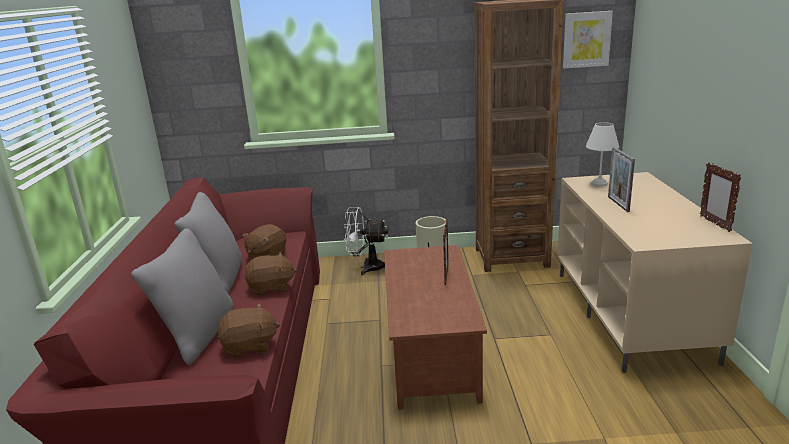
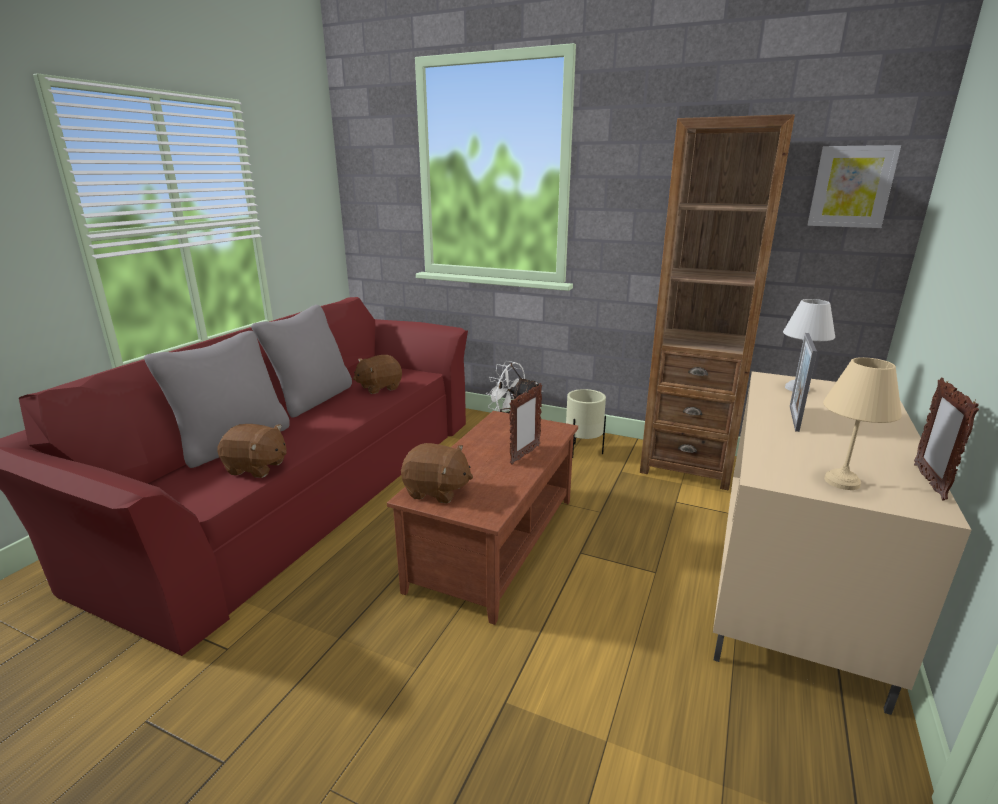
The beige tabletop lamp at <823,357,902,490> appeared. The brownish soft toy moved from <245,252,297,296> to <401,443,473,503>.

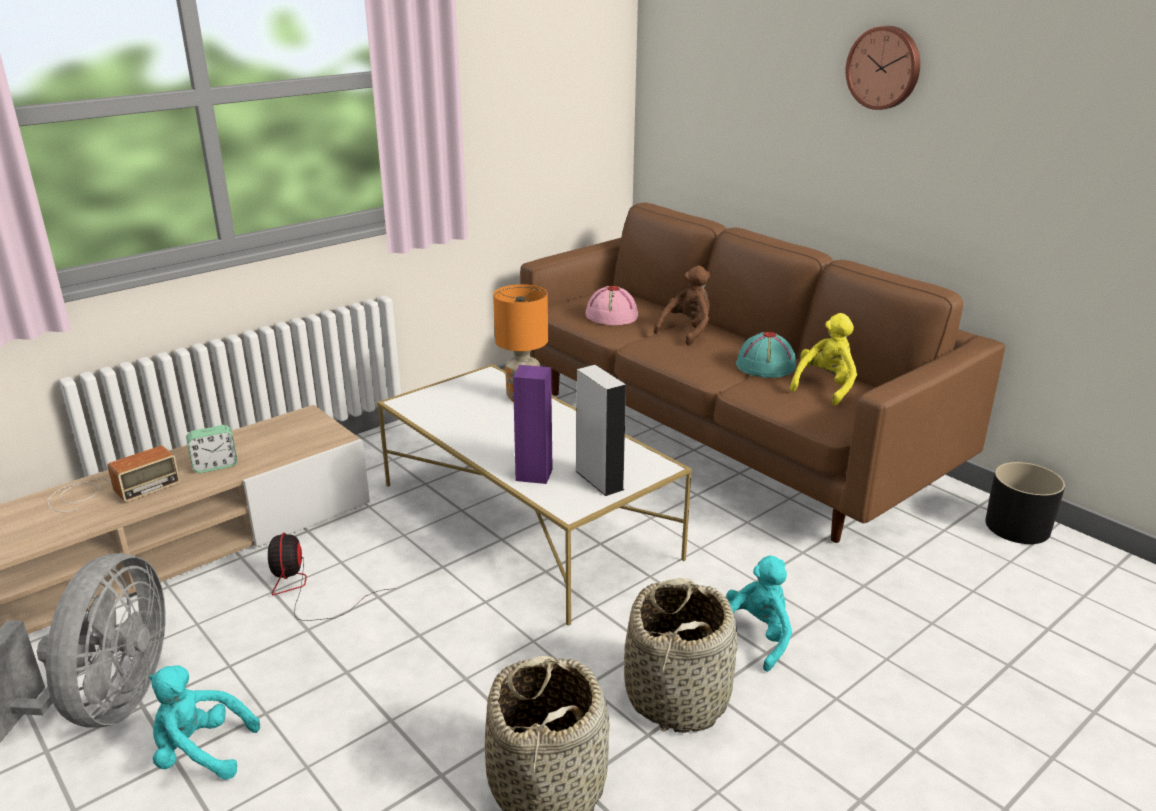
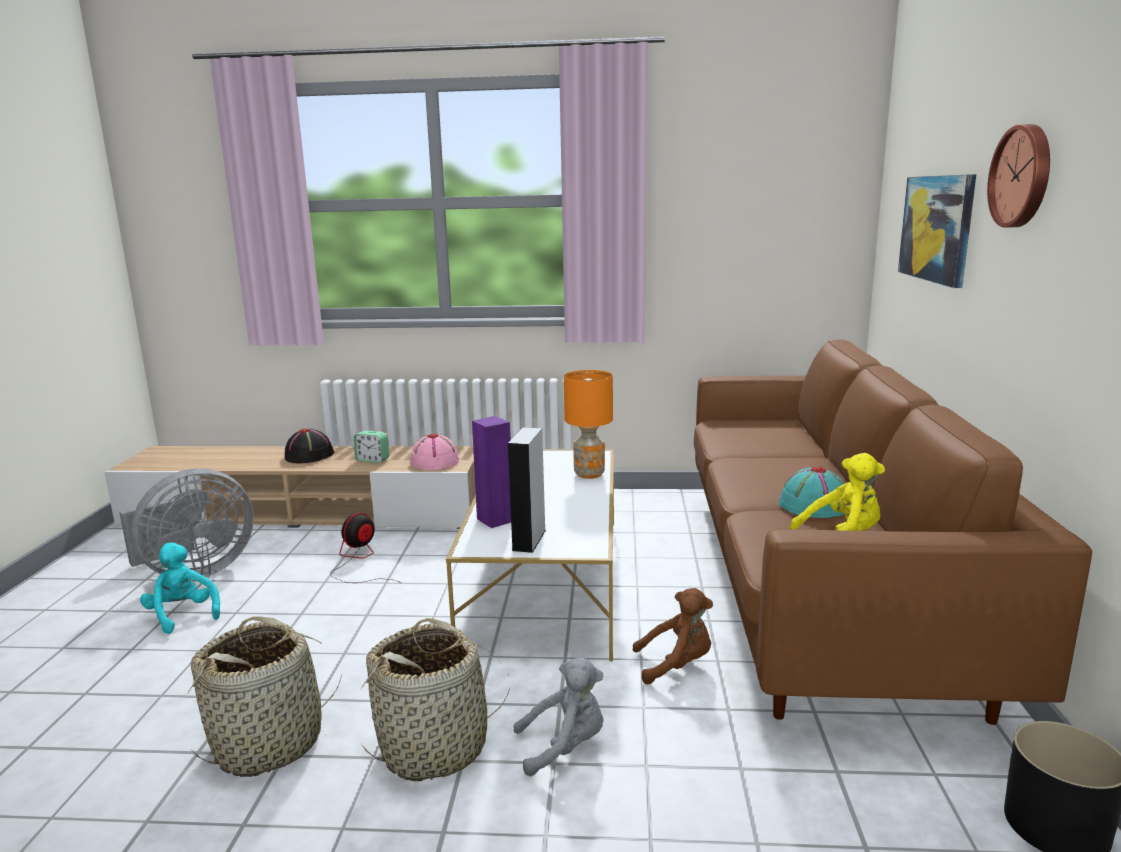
The wall picture at <898,174,976,288> appeared. The pink-coloured wearable hat moved from <585,286,638,325> to <410,434,460,470>. The brownish soft toy moved from <654,266,710,346> to <633,588,713,684>. The radio at <48,445,180,512> was replaced by the blackish wearable hat at <285,429,334,464>. The blue-green soft toy at <726,556,792,672> became the greyish soft toy at <514,658,604,776>.

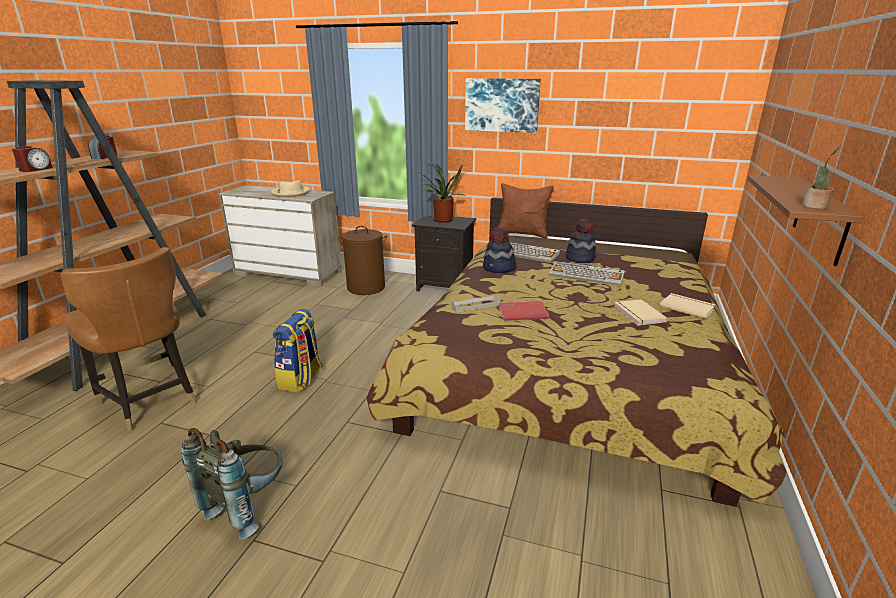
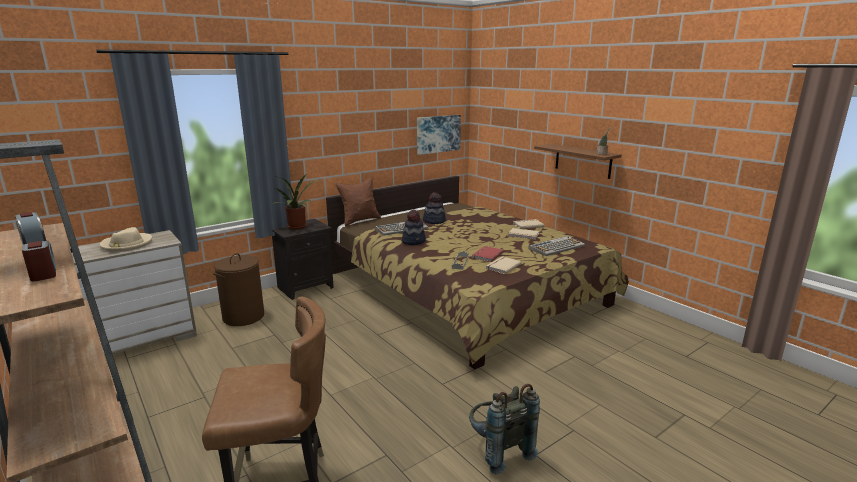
The backpack at <273,309,323,392> disappeared. The beige volume at <486,256,522,274> appeared. The wall picture moved from <465,78,541,133> to <417,115,461,155>. The keyboard moved from <549,261,625,286> to <529,236,585,256>.

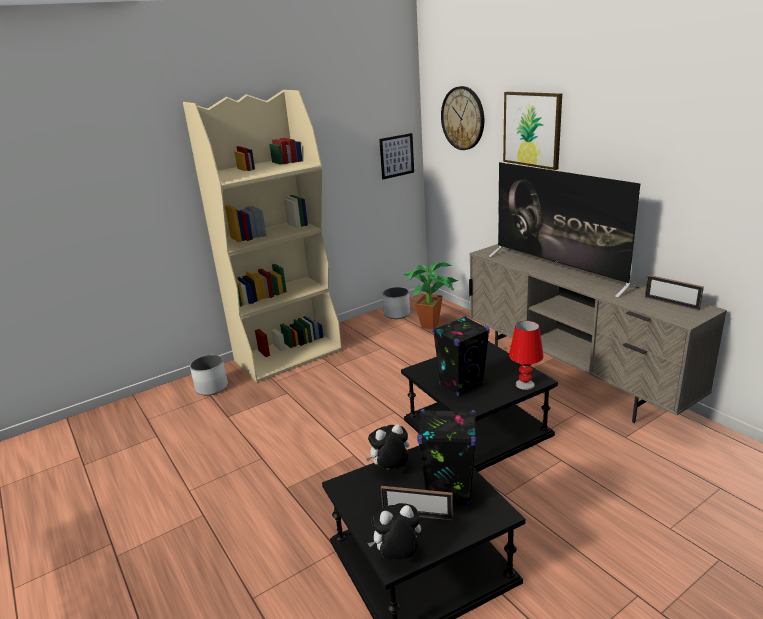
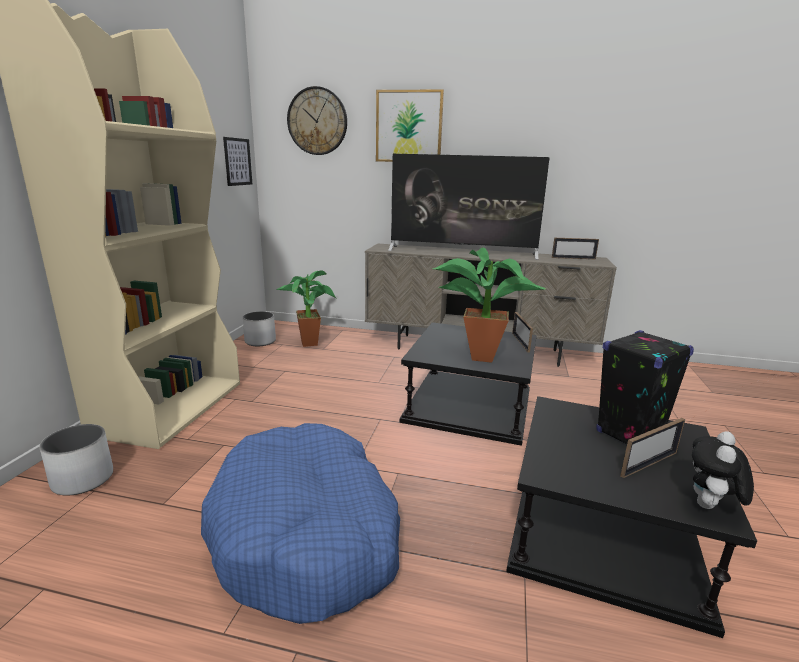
The soft toy at <366,424,409,469> disappeared. The blue-coloured dog bed at <201,423,400,624> appeared. The blackish audio speaker at <433,316,490,396> was replaced by the potted plant at <433,247,546,363>. The red-coloured tabletop lamp at <509,321,544,390> was replaced by the picture frame at <512,312,533,352>.

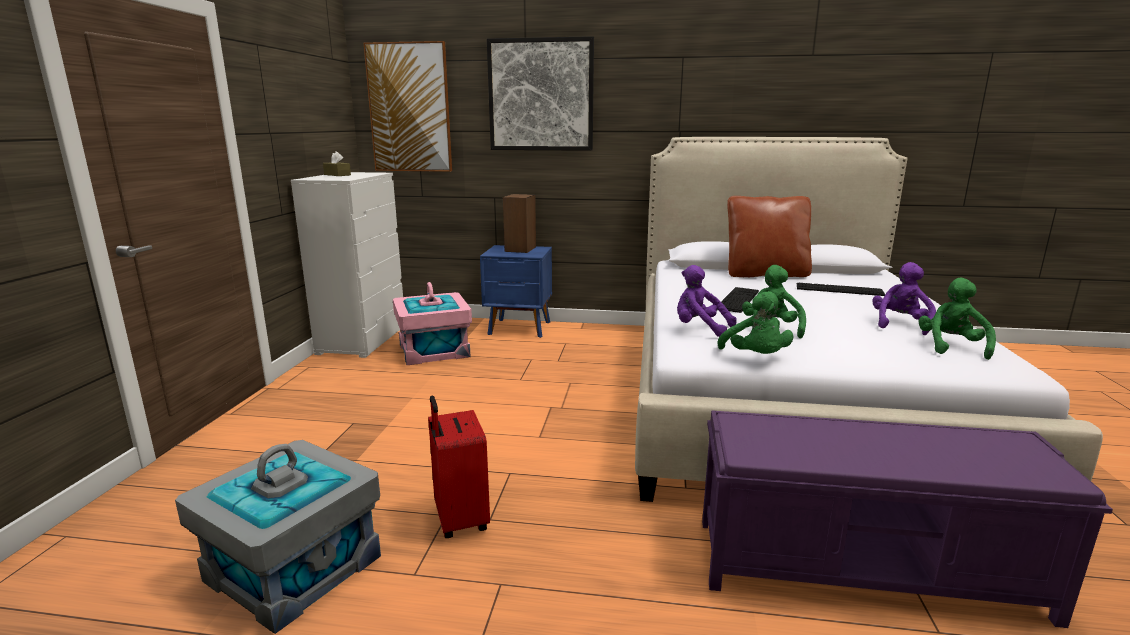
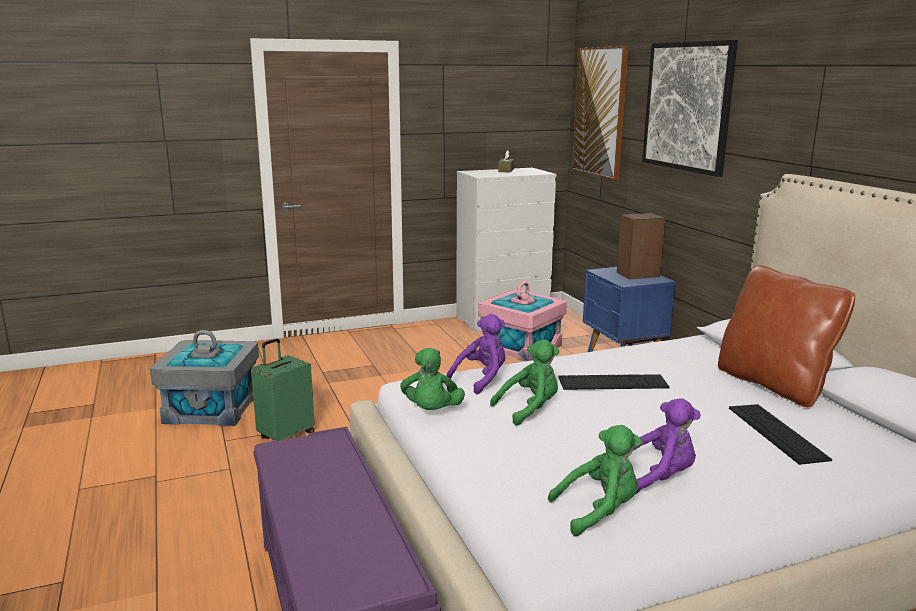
The red-coloured travel case at <428,396,490,538> became the greenish travel case at <251,338,314,441>. The purplish soft toy at <677,265,737,337> turned 45 degrees clockwise. The greenish soft toy at <717,291,794,354> turned 45 degrees counterclockwise.

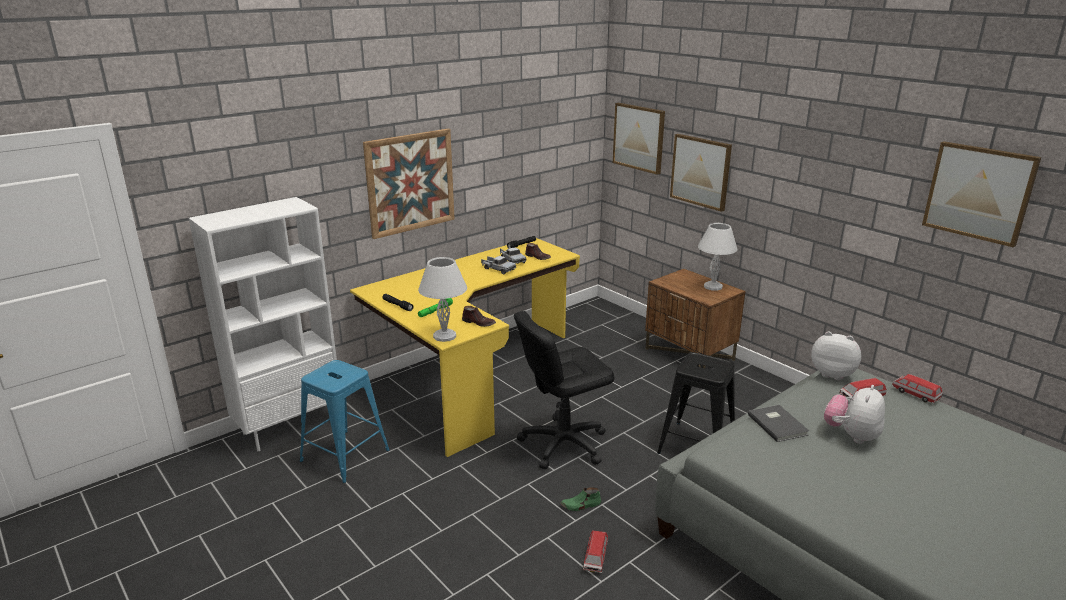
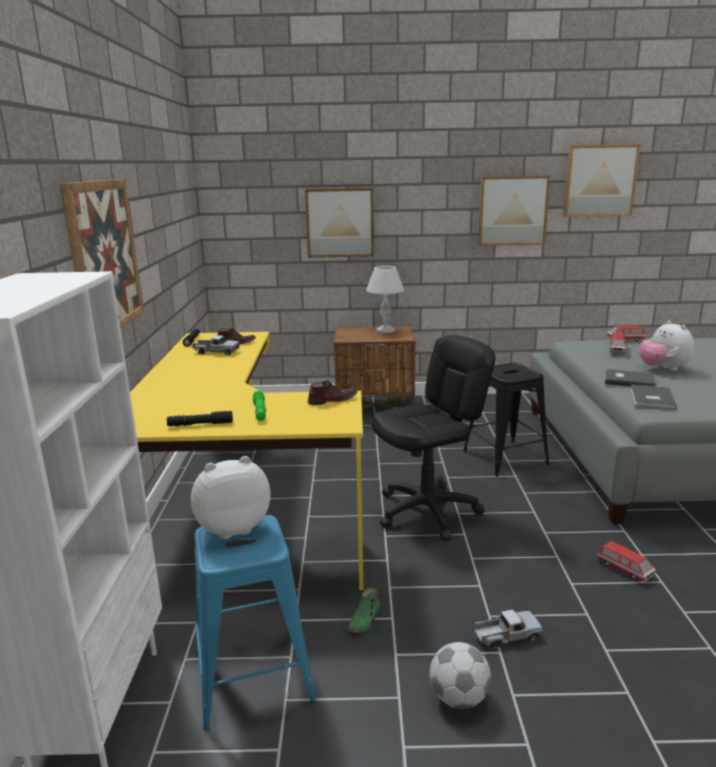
The whitish tabletop lamp at <418,257,467,342> disappeared. The football at <430,642,491,709> appeared. The greyish volume at <630,385,677,410> appeared. The toy lorry moved from <481,256,516,274> to <474,610,543,649>. The greenish low shoe moved from <560,487,601,511> to <347,586,380,633>. The wall picture moved from <613,103,665,175> to <478,175,550,246>. The soft toy moved from <811,331,861,380> to <191,456,270,539>. The blackish desk chair at <514,311,614,469> turned 135 degrees counterclockwise.

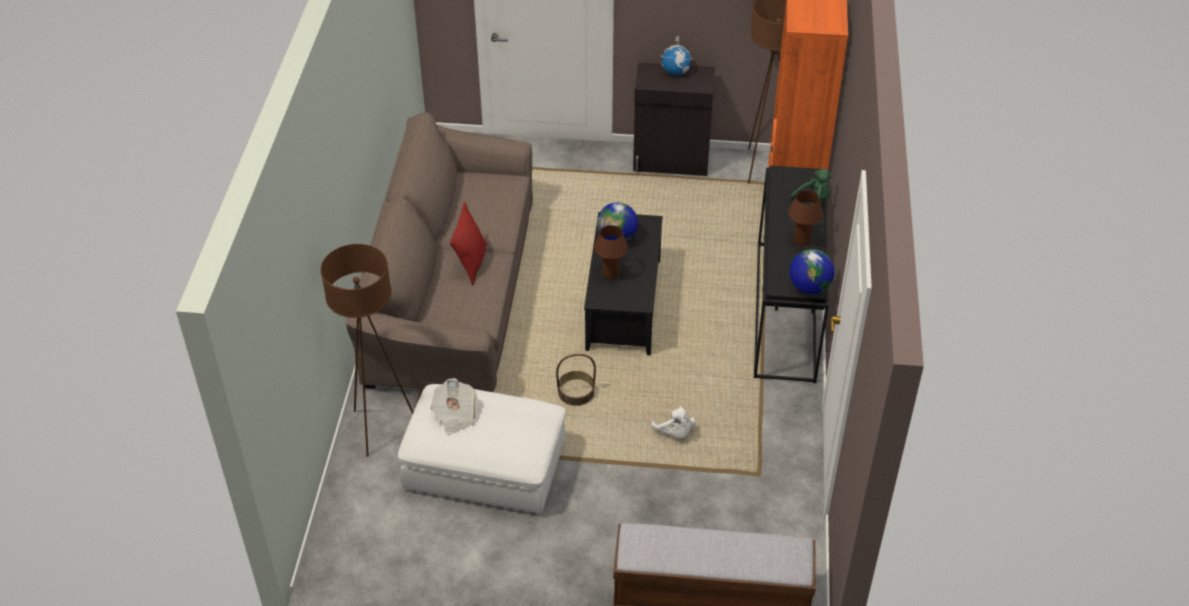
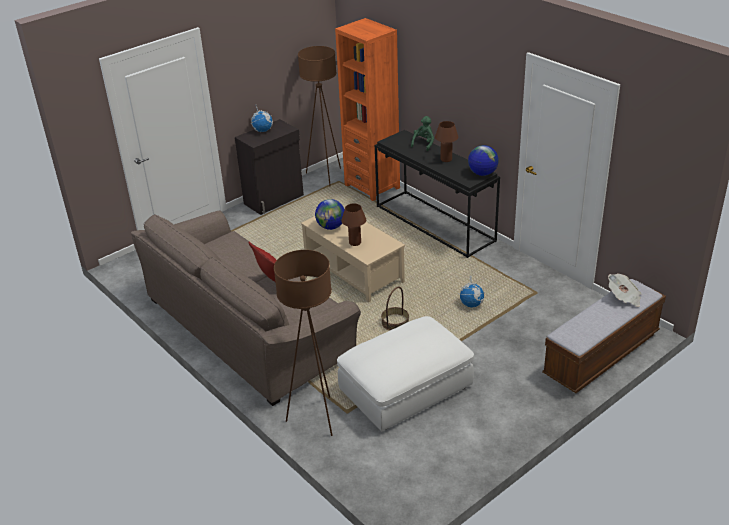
The newspaper moved from <431,378,477,435> to <608,274,641,307>. The whitish soft toy at <651,406,696,439> was replaced by the globe at <458,276,484,307>. The blackish low table at <584,212,663,355> became the beige low table at <301,216,405,302>.

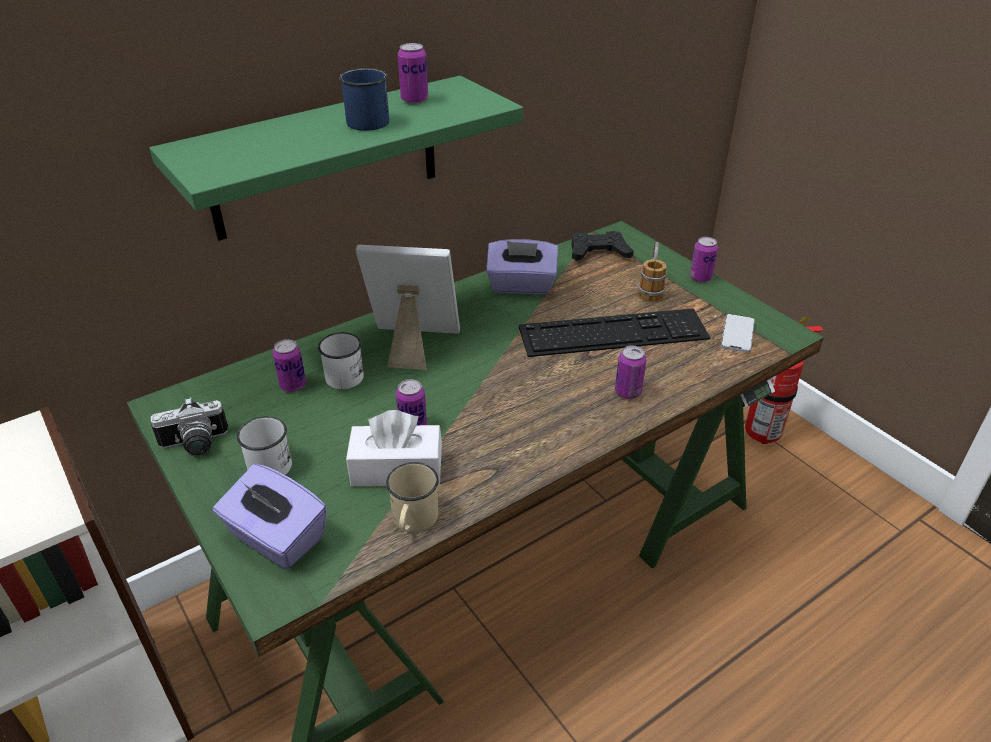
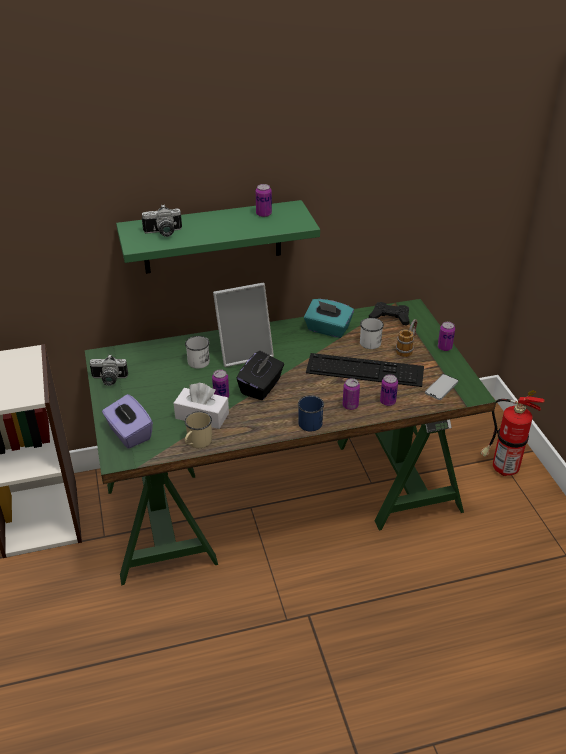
The still camera at <142,204,182,237> appeared. The blackish tissue box at <237,351,284,400> appeared. The whitish mug moved from <237,416,292,475> to <360,318,384,349>. The sealed can moved from <273,339,306,392> to <380,374,398,406>. The blue-coloured mug moved from <339,68,389,131> to <298,395,324,431>. The purplish tissue box at <486,239,558,295> became the blue-green tissue box at <304,299,354,338>. The picture frame at <355,245,460,370> turned 135 degrees clockwise.

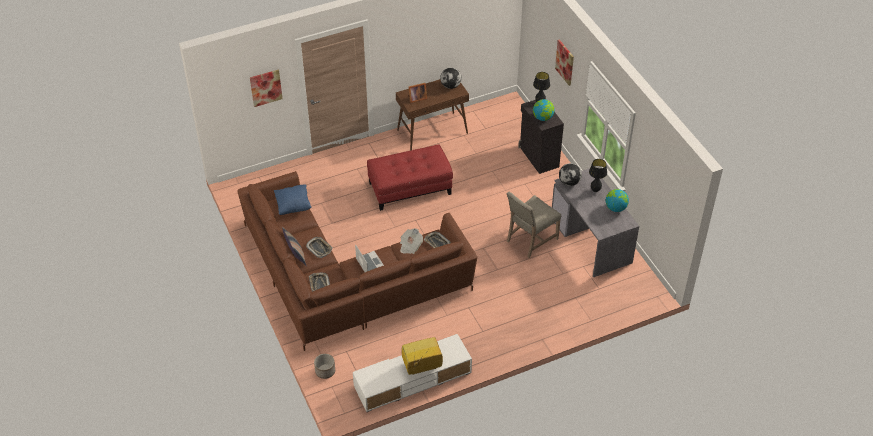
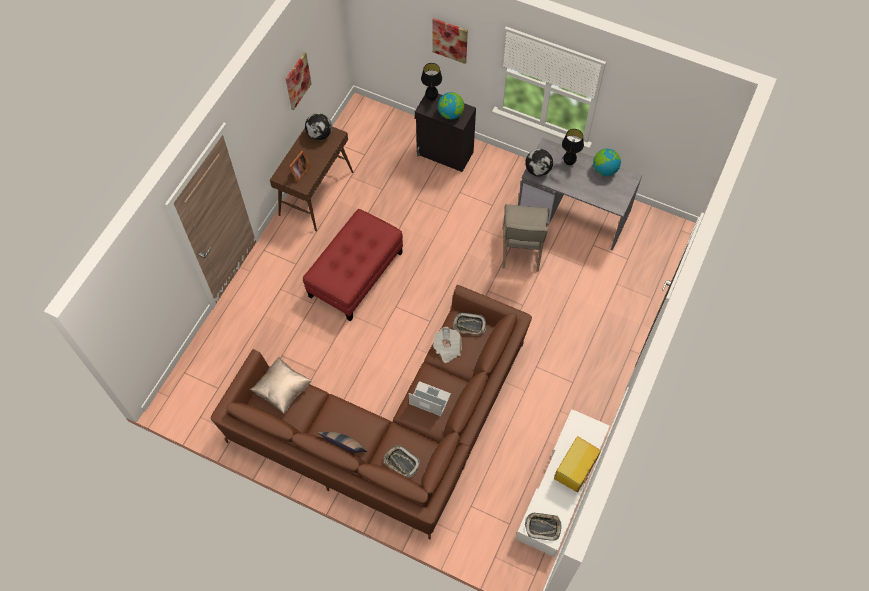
The plant pot at <314,354,335,379> disappeared. The wall picture moved from <250,70,283,107> to <286,52,311,110>. The tray moved from <306,237,333,258> to <525,513,562,541>. The blue-coloured cushion at <274,184,312,215> became the beige cushion at <250,357,312,414>.

